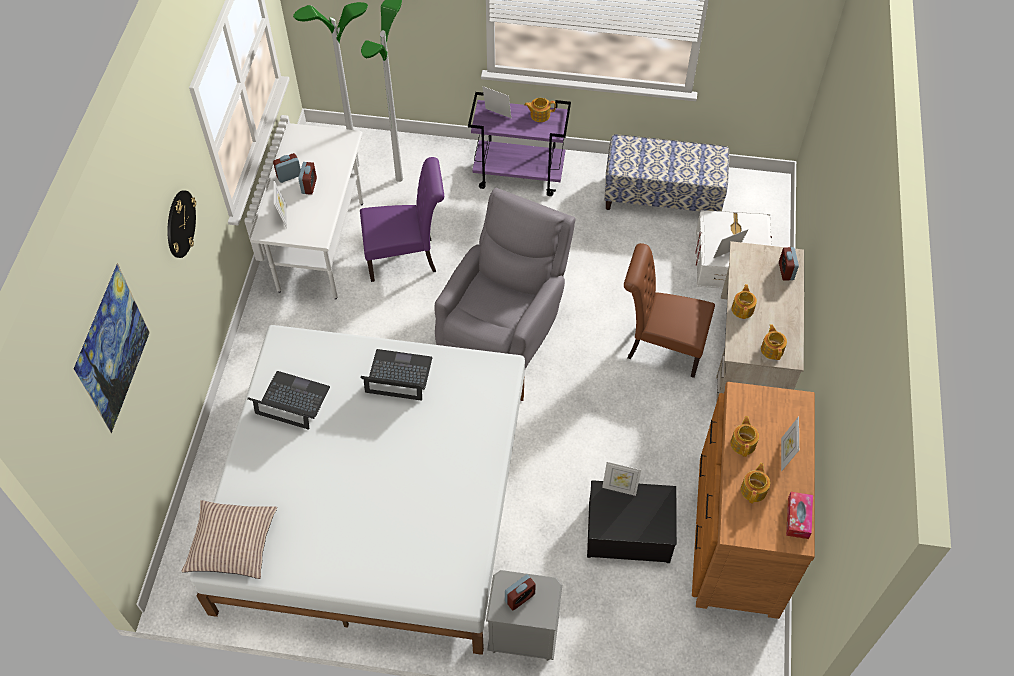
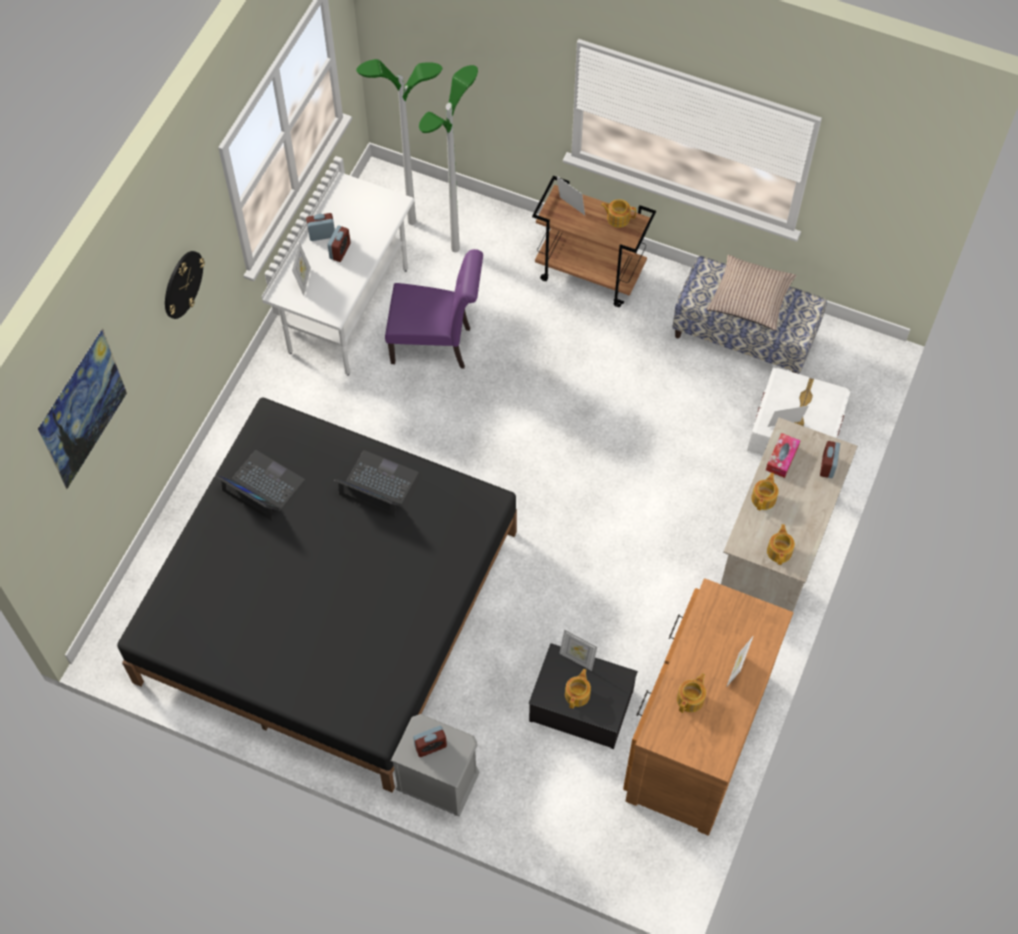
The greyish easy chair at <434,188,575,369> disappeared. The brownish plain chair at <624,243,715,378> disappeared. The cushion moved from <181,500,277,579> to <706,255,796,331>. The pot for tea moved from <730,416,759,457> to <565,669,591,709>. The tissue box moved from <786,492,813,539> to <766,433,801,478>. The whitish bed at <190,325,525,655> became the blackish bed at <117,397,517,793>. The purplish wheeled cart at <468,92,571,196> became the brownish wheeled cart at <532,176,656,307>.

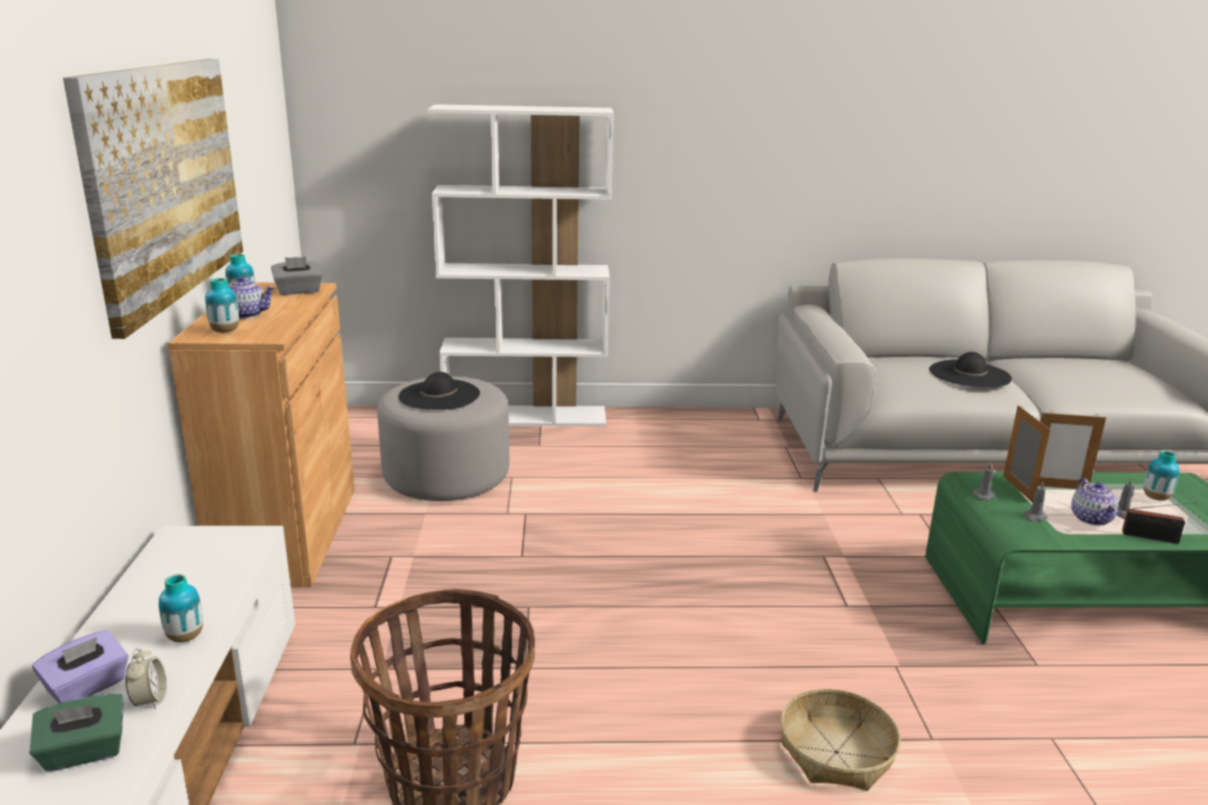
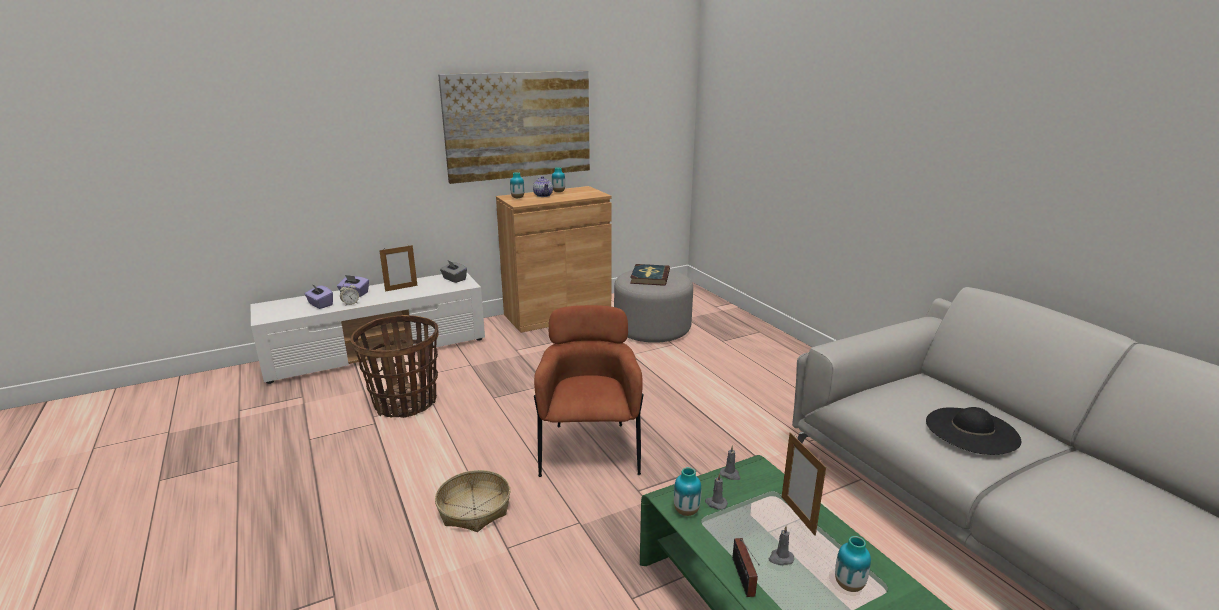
The whitish bookshelf at <428,104,614,426> disappeared. The pot for tea at <1071,478,1118,526> disappeared. The brownish easy chair at <534,305,644,477> appeared. The decorative vase moved from <159,574,203,643> to <674,467,701,516>. The greyish tissue box moved from <271,257,322,295> to <440,261,467,283>. The picture frame moved from <1003,405,1051,503> to <379,244,417,292>. The blackish wearable hat at <398,372,480,410> was replaced by the volume at <630,264,670,286>. The greenish tissue box at <29,694,124,772> became the purplish tissue box at <304,283,333,309>.

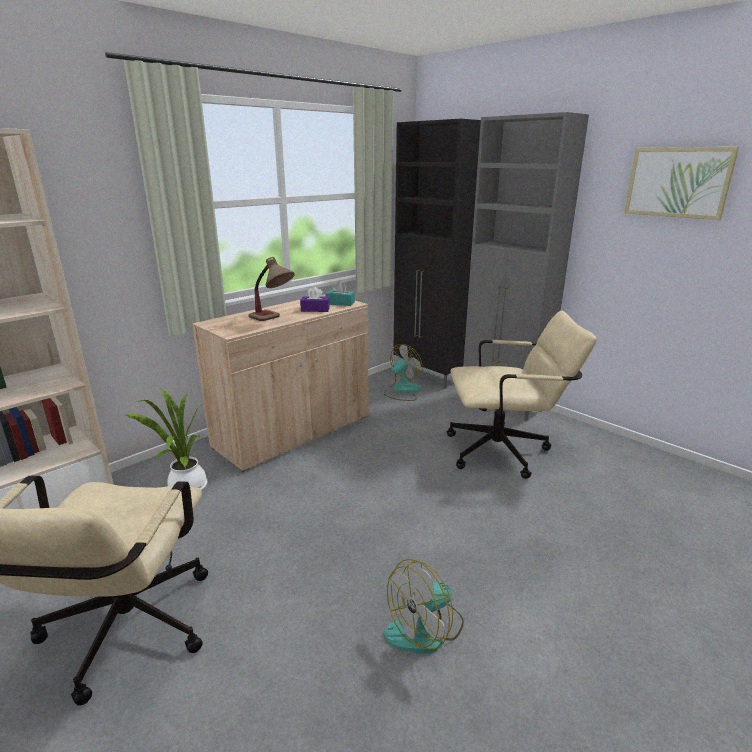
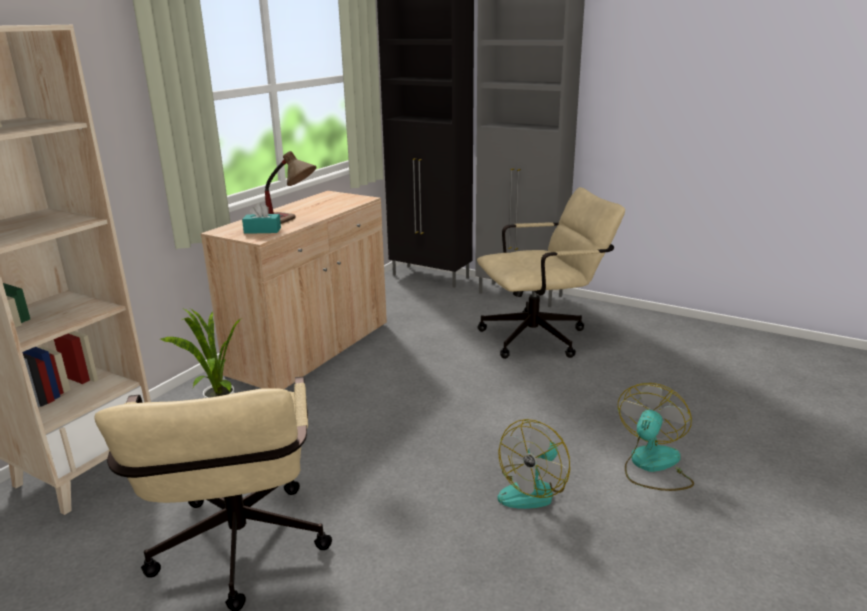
The purplish tissue box at <300,287,330,312> disappeared. The wall picture at <624,147,739,220> disappeared. The blue-green tissue box moved from <325,282,355,306> to <242,203,281,234>. The electric fan moved from <384,344,423,401> to <618,383,694,491>.

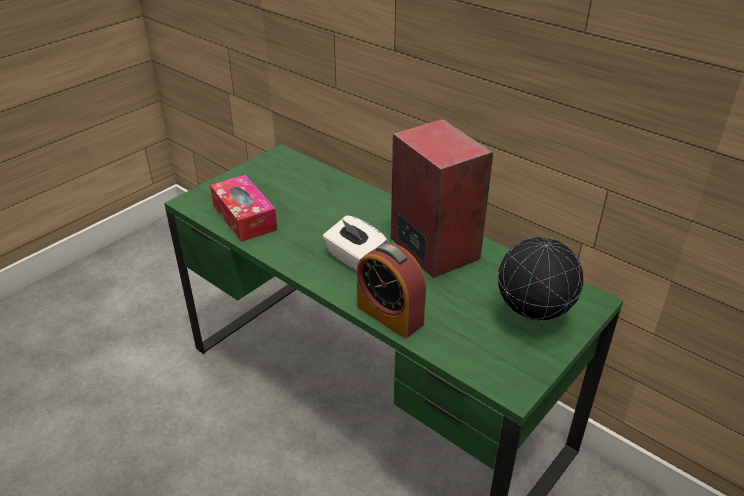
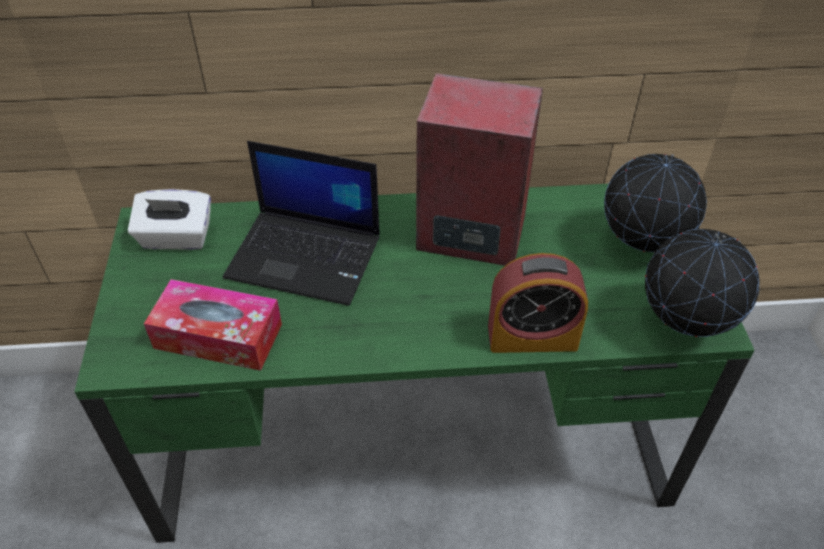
The portable computer at <223,141,380,306> appeared. The globe at <645,229,760,337> appeared. The whitish tissue box moved from <323,215,388,271> to <128,189,211,250>.

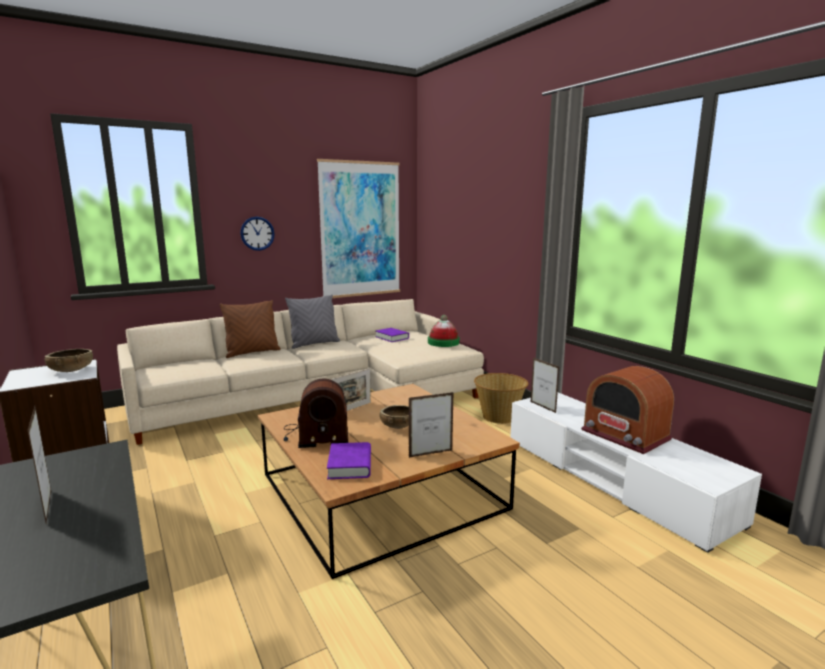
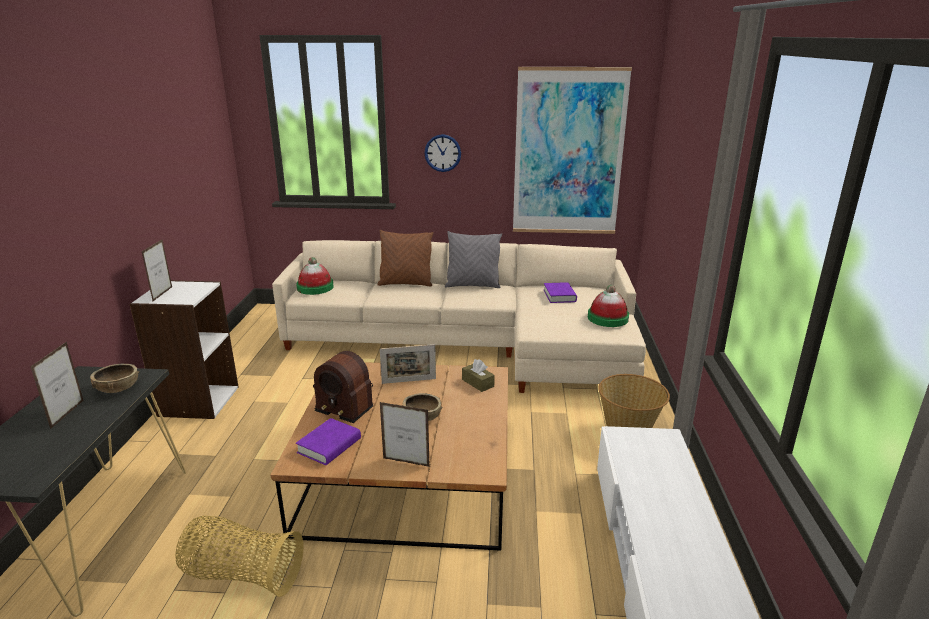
The radio at <581,366,674,454> disappeared. The storage basket at <175,516,304,597> appeared. The wearable hat at <296,257,334,295> appeared. The brownish tissue box at <462,359,495,392> appeared. The brownish deep dish moved from <44,349,93,372> to <90,364,140,393>. The picture frame moved from <531,358,559,413> to <141,240,172,301>.

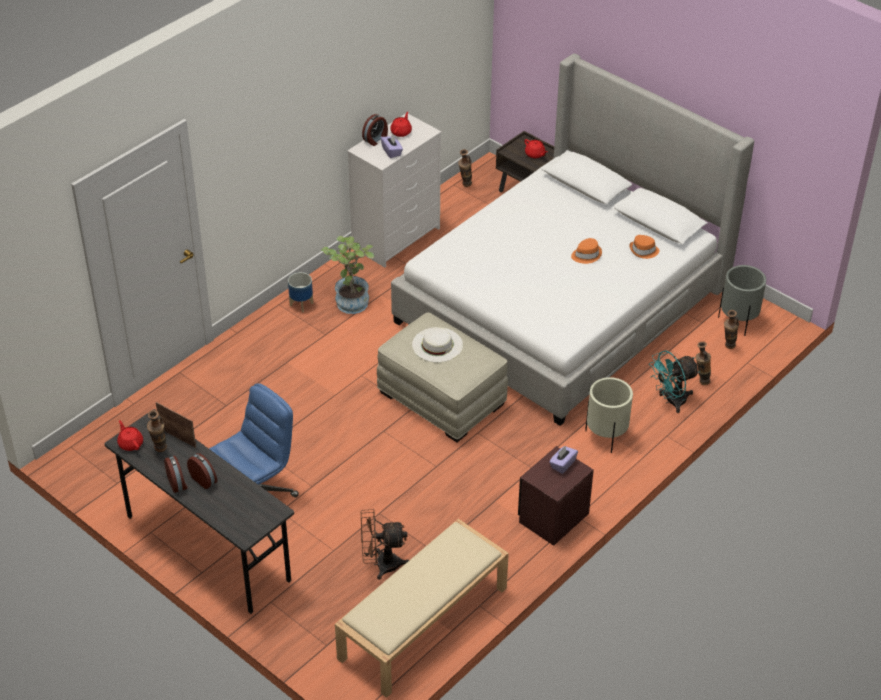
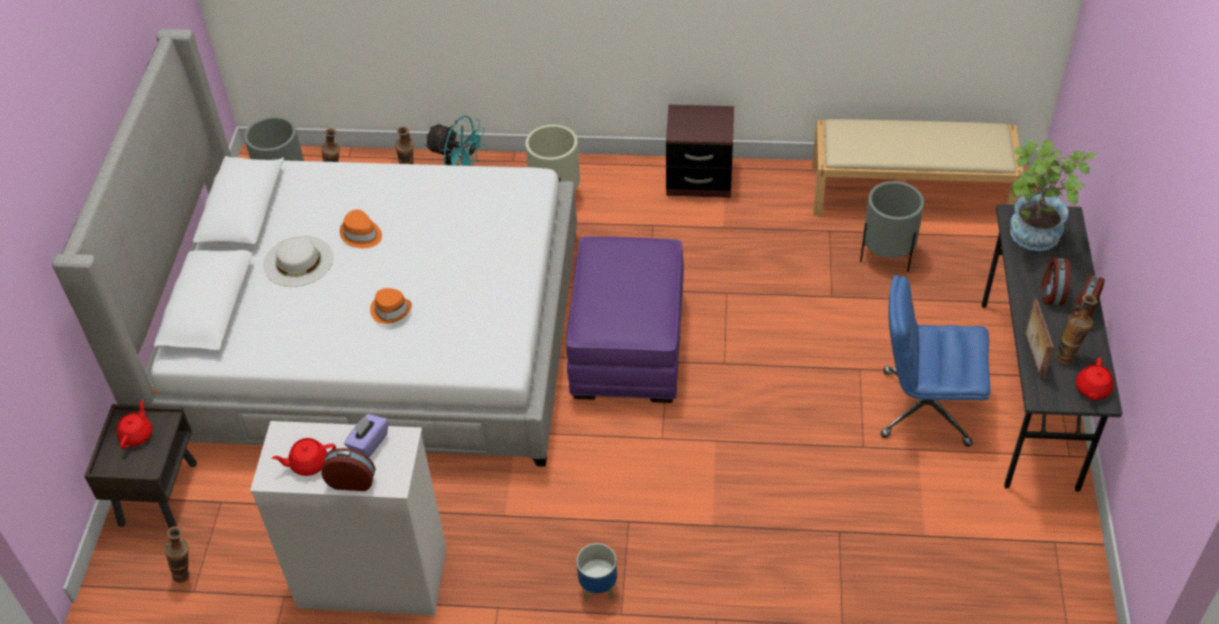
The purplish tissue box at <549,446,578,474> disappeared. The potted plant moved from <321,236,375,314> to <1010,140,1096,251>. The whitish wearable hat moved from <412,327,463,362> to <263,236,334,287>. The orange-coloured wearable hat moved from <629,235,659,259> to <370,288,412,324>. The brownish electric fan at <361,509,409,580> was replaced by the greyish plant pot at <860,181,924,272>. The beige footrest at <377,312,508,442> became the purplish footrest at <566,236,684,403>.

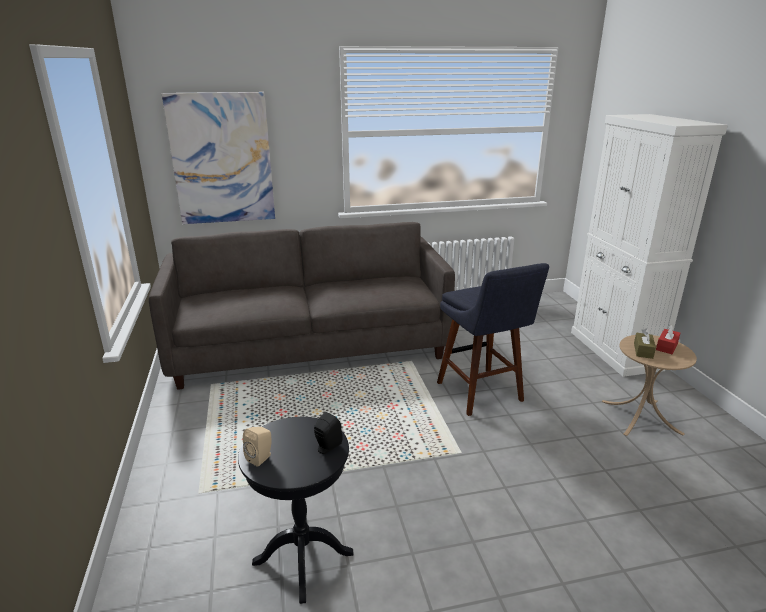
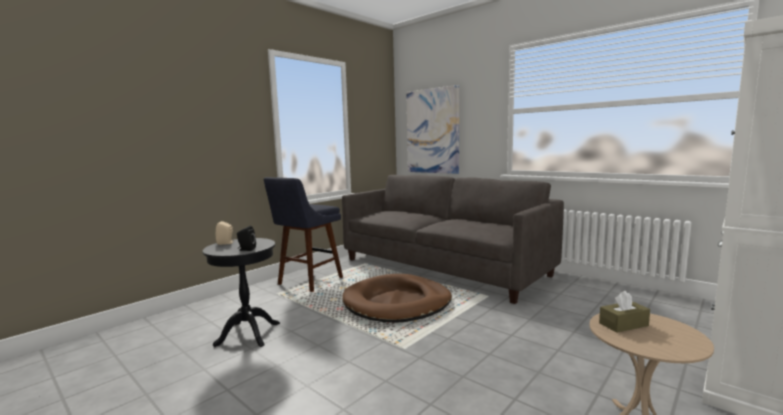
The red-coloured tissue box at <656,324,680,354> disappeared. The brownish dog bed at <342,274,452,323> appeared. The blue-coloured stool seat moved from <437,263,549,416> to <264,177,343,292>.

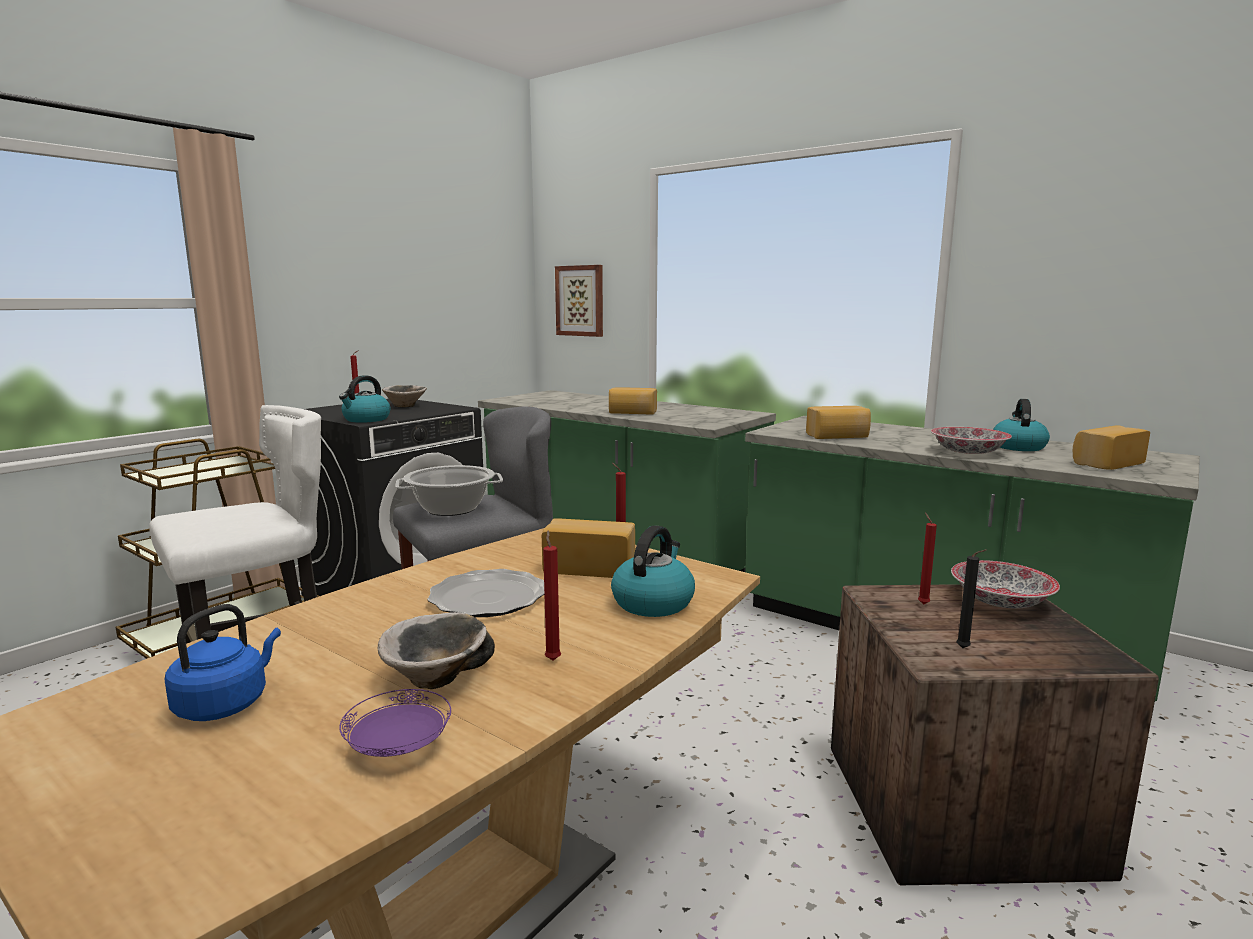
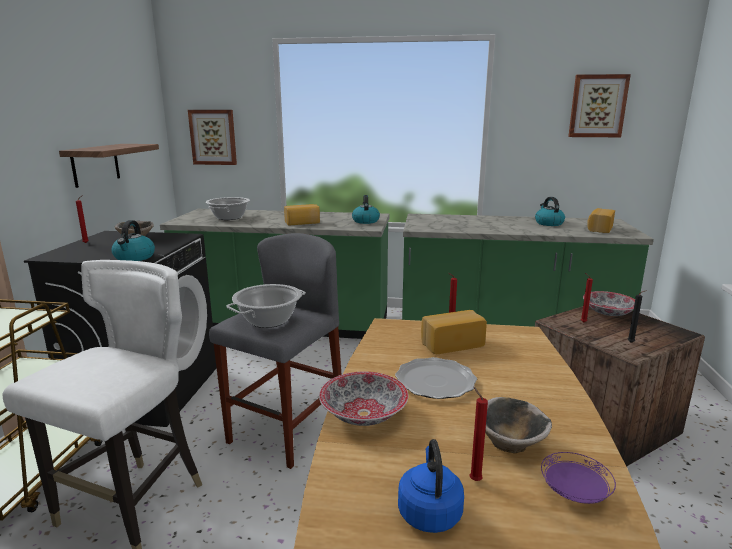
The baked bread at <806,406,871,439> disappeared. The wall shelf at <59,144,159,188> appeared. The saucepot at <206,197,250,220> appeared. The wall picture at <568,74,631,137> appeared. The red-coloured candle moved from <543,531,561,660> to <470,387,488,481>. The water kettle moved from <611,525,695,617> to <352,195,380,224>. The deep dish moved from <931,427,1012,454> to <319,372,409,426>.

